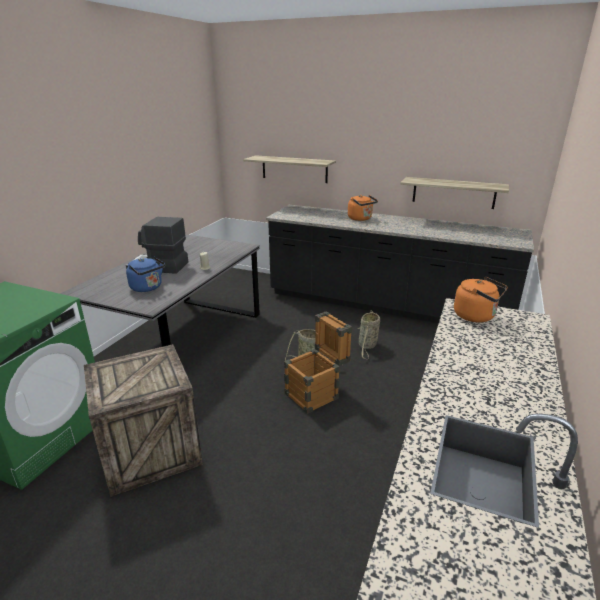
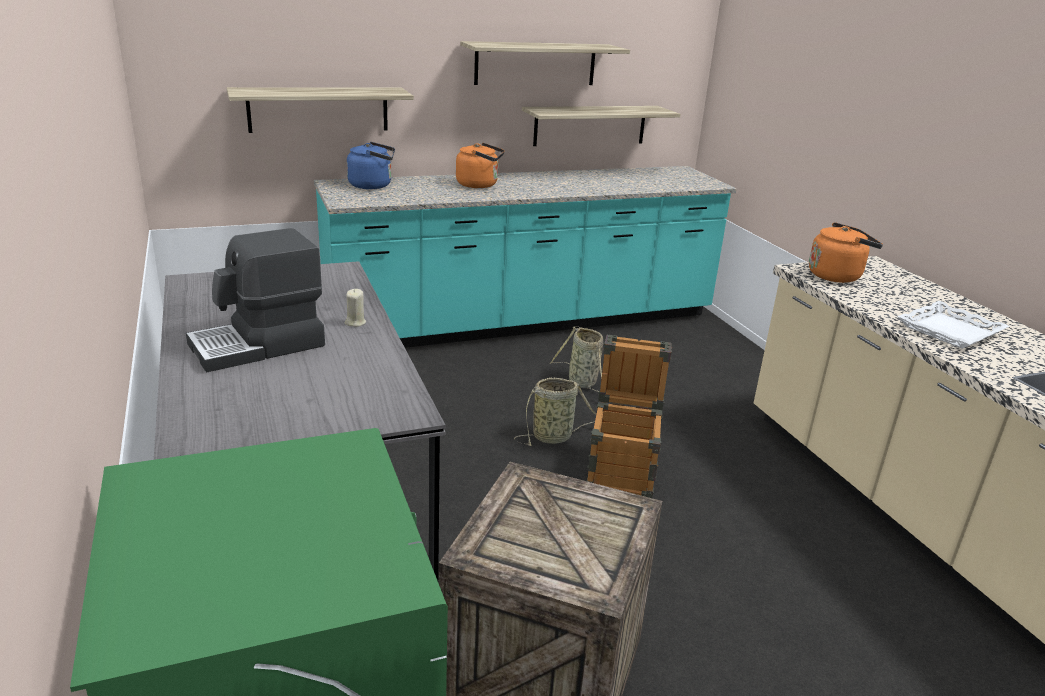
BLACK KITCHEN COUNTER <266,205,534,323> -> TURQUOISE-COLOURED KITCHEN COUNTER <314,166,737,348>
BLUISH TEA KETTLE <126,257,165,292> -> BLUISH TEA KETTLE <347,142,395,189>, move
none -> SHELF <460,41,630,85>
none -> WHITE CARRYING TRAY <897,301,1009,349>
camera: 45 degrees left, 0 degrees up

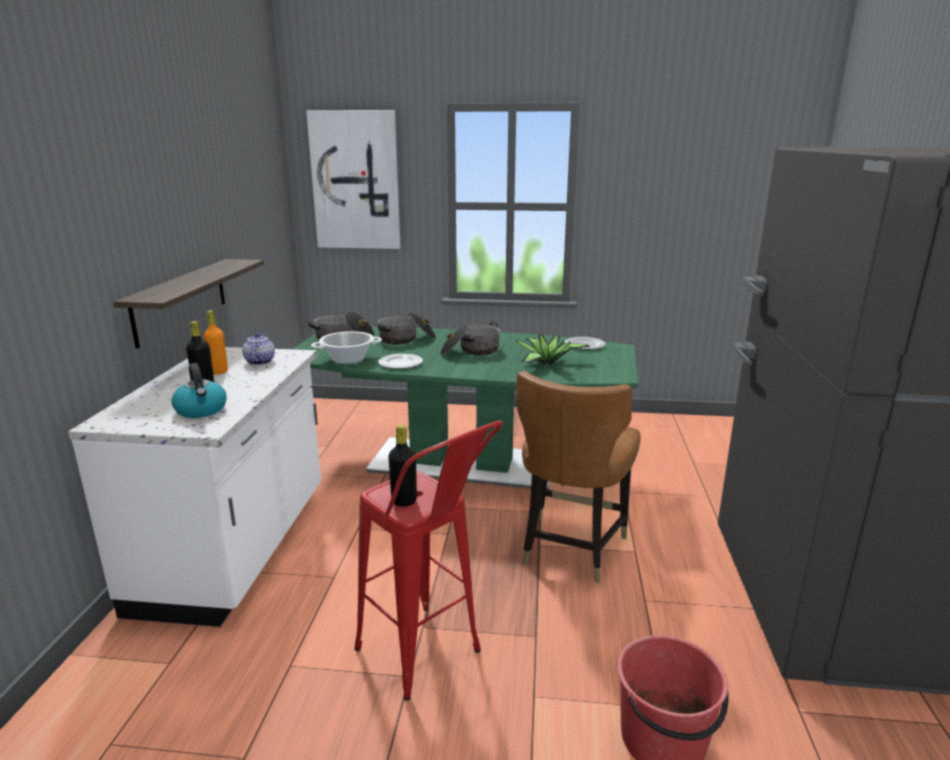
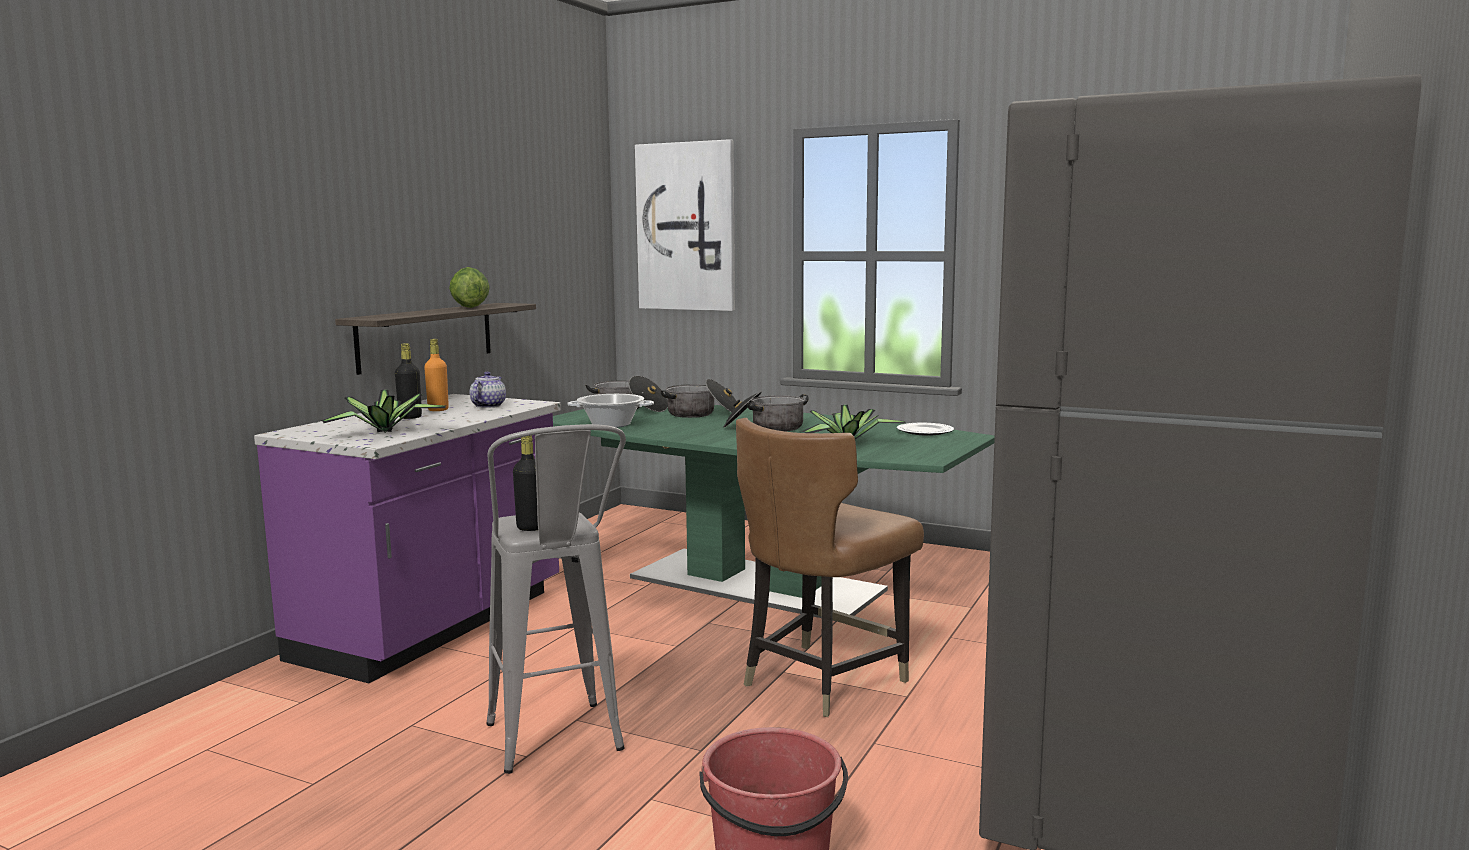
WHITE KITCHEN COUNTER <68,347,321,627> -> PURPLE-COLOURED KITCHEN COUNTER <254,394,561,683>
DINNER PLATE <378,354,423,369> -> none
TEA KETTLE <171,363,227,418> -> PLANT IN A POT <321,390,446,433>
RED-COLOURED STOOL SEAT <354,420,503,701> -> GREY STOOL SEAT <486,424,626,774>
none -> LETTUCE HEAD <449,267,490,308>
camera: 20 degrees right, 10 degrees down

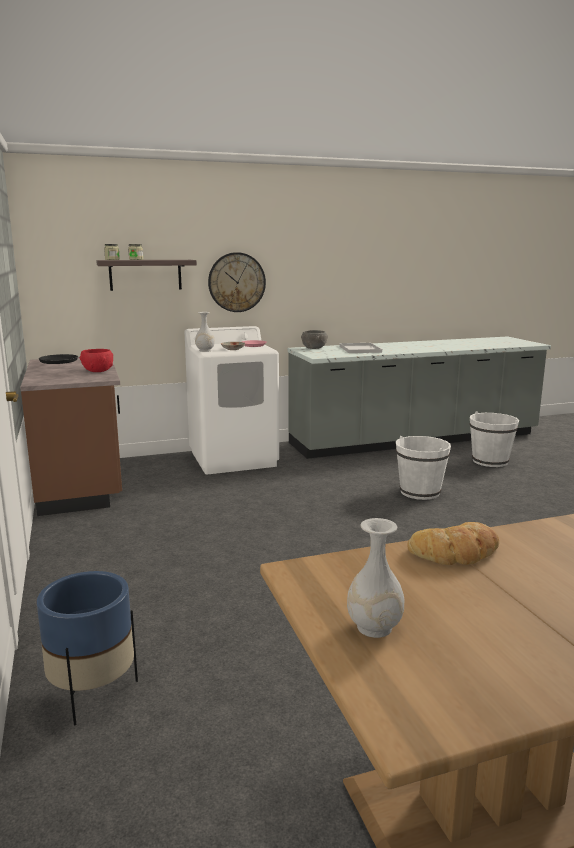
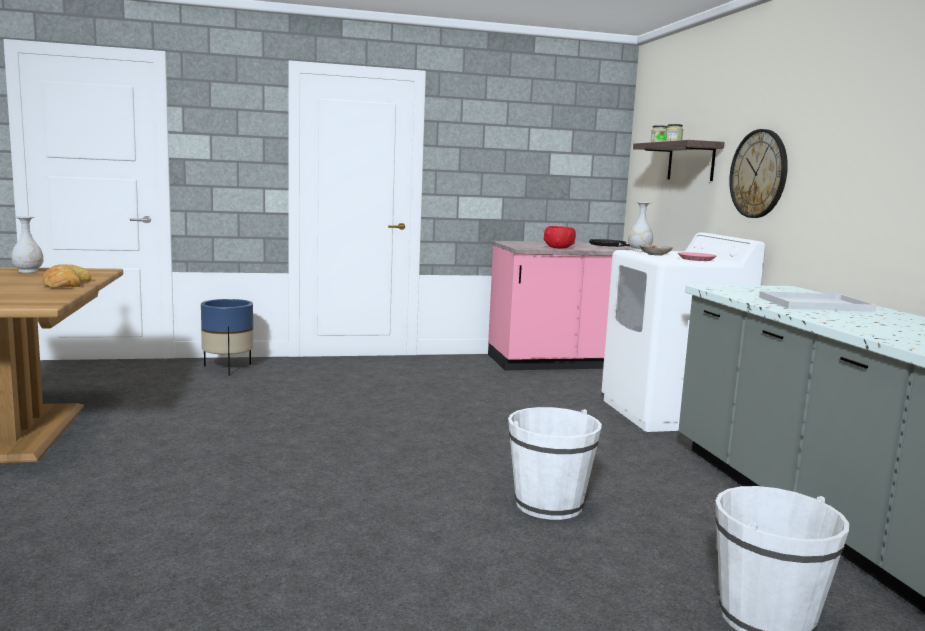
GREY DEEP DISH <301,330,328,349> -> none
BROWN-COLOURED KITCHEN COUNTER <20,357,122,516> -> PINKISH KITCHEN COUNTER <488,241,632,370>
camera: 95 degrees right, 5 degrees down

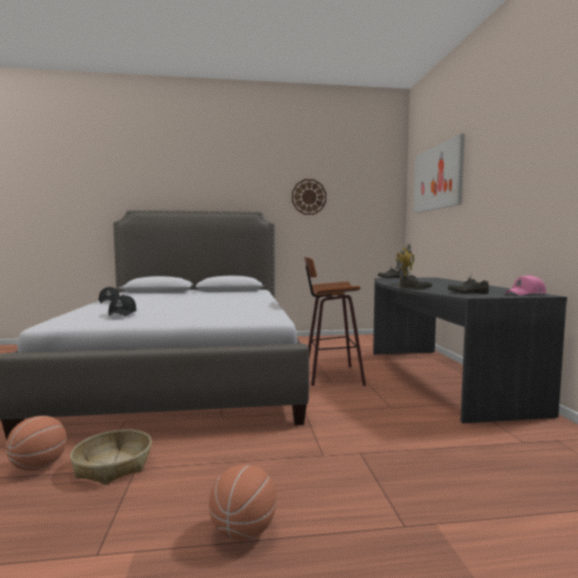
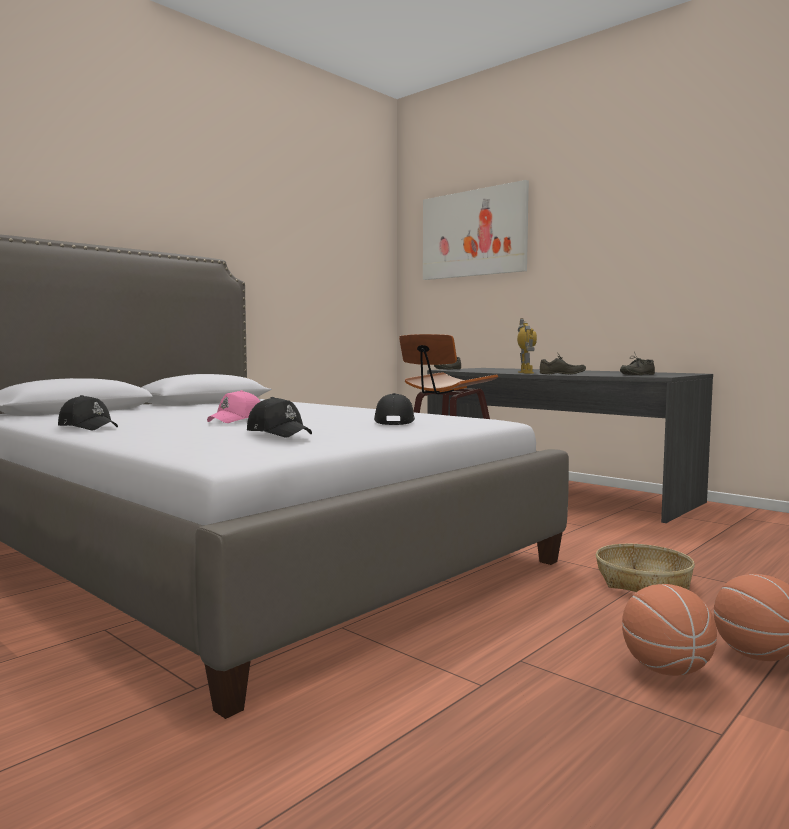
WALL CLOCK <292,179,326,215> -> none
PINKISH BASEBALL CAP <506,275,546,295> -> PINKISH BASEBALL CAP <207,390,260,423>, move
BALL FOR BASKETBALL <6,416,67,471> -> BALL FOR BASKETBALL <622,584,717,676>, move
BASKET <70,429,152,485> -> BASKET <596,544,695,592>, move
none -> BLACK BASEBALL CAP <374,393,415,425>
camera: 40 degrees left, 0 degrees up

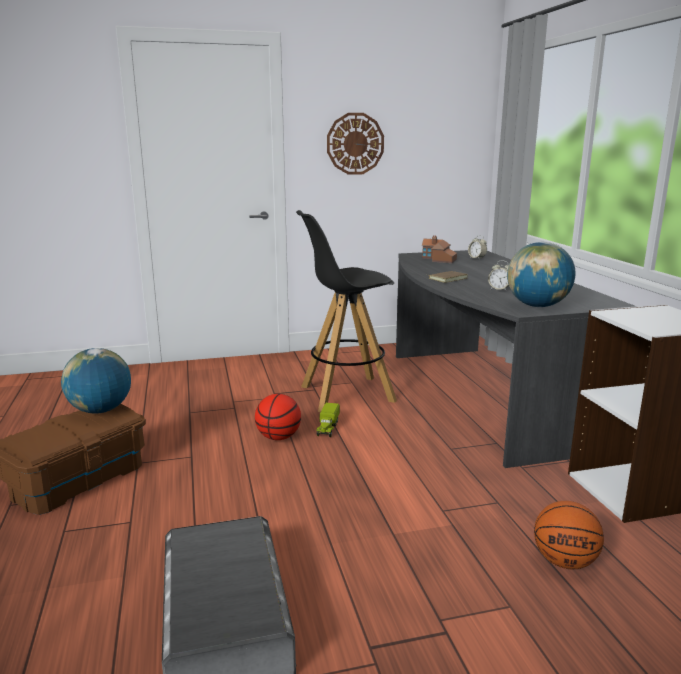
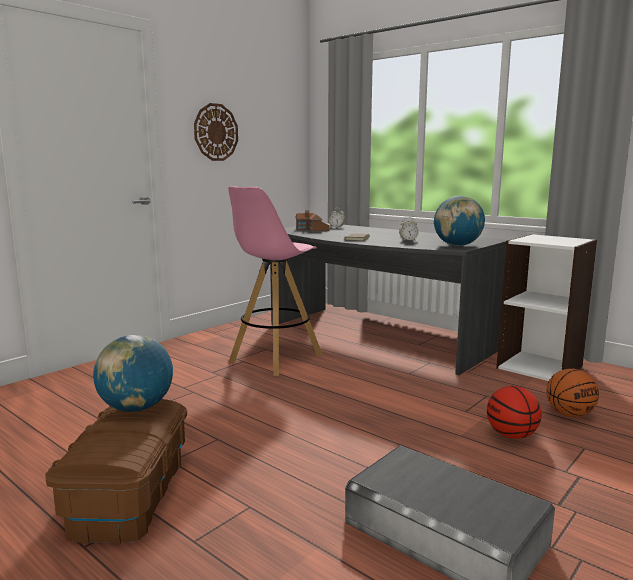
BLACK STOOL SEAT <296,210,397,412> -> PINKISH STOOL SEAT <228,186,323,376>
BALL FOR BASKETBALL <255,394,301,440> -> BALL FOR BASKETBALL <487,386,542,439>, move
TOY LORRY <316,403,340,437> -> none
camera: 35 degrees left, 5 degrees down

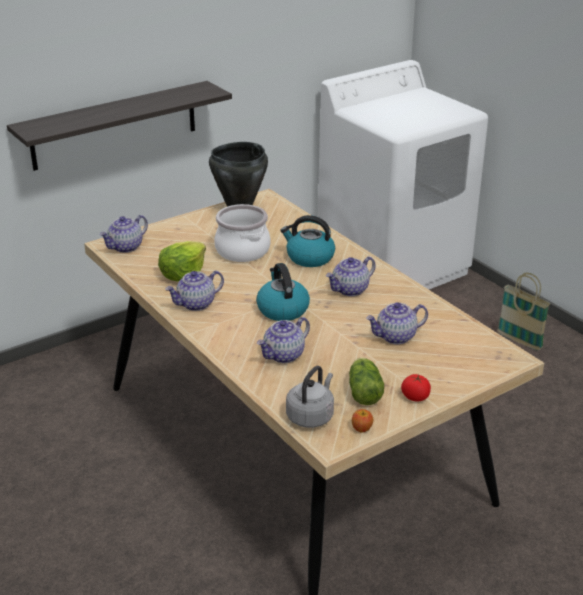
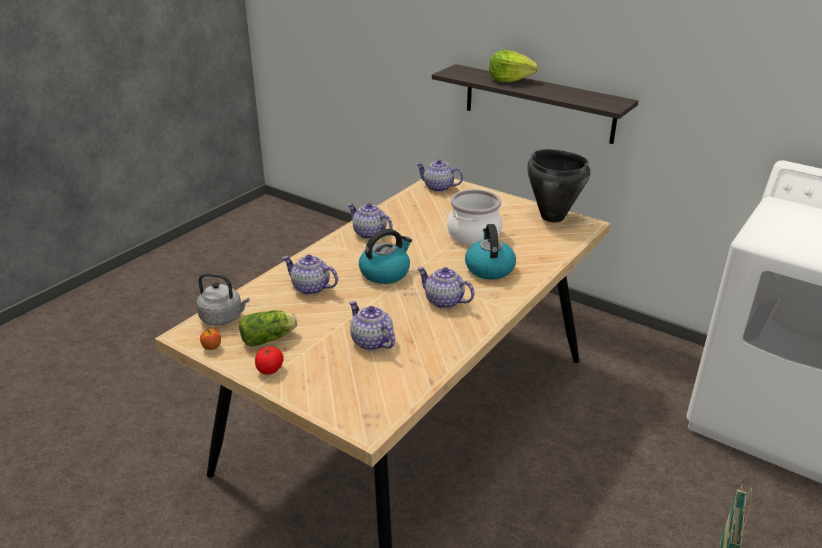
LETTUCE HEAD <158,241,206,282> -> LETTUCE HEAD <489,50,538,82>, move
camera: 70 degrees right, 0 degrees up

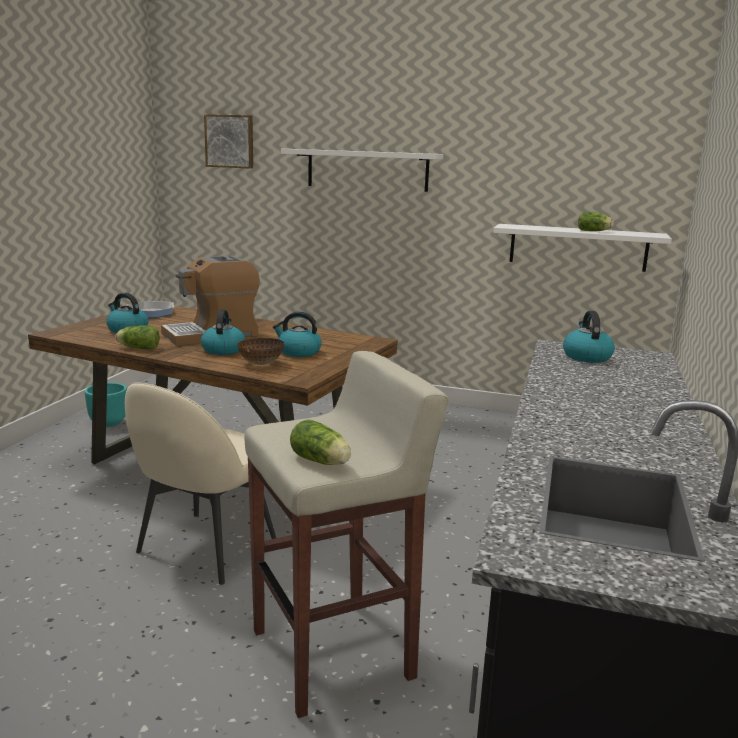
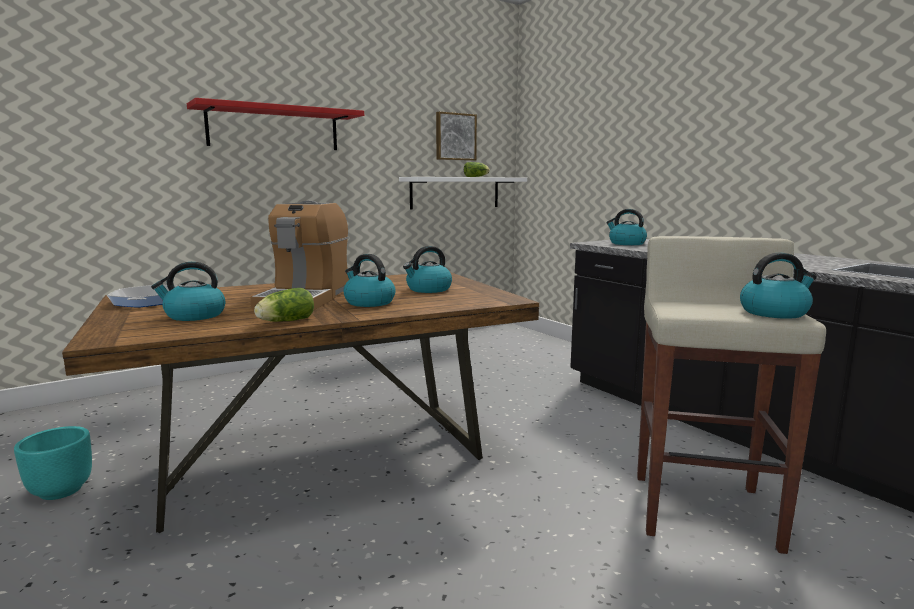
PICTURE <204,114,253,169> -> PICTURE <436,112,477,161>, move
WHITE SHELF <281,149,443,192> -> RED-COLOURED SHELF <187,98,364,150>
DEEP DISH <238,338,284,365> -> none
SAND-COLOURED CHAIR <125,382,276,585> -> none
LETTUCE HEAD <290,419,351,465> -> TEA KETTLE <740,253,817,319>
camera: 50 degrees left, 5 degrees down

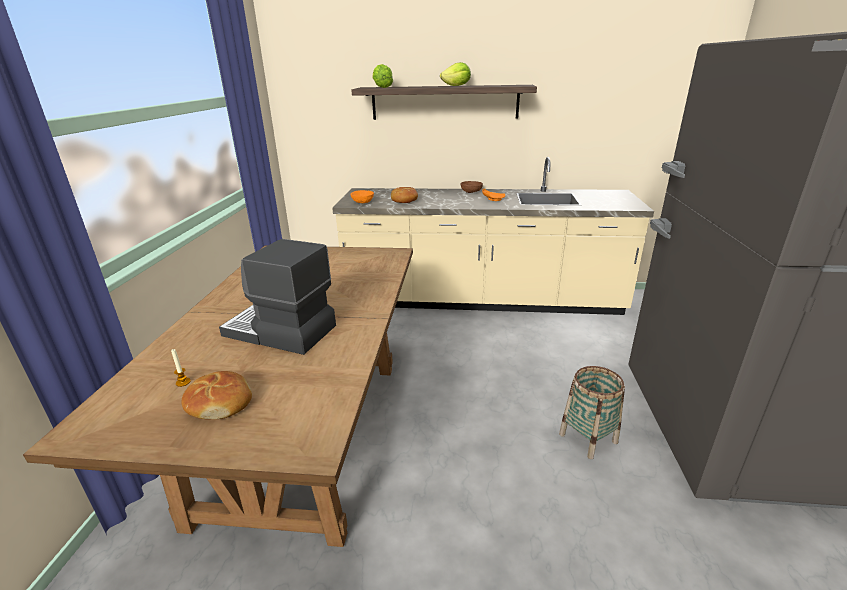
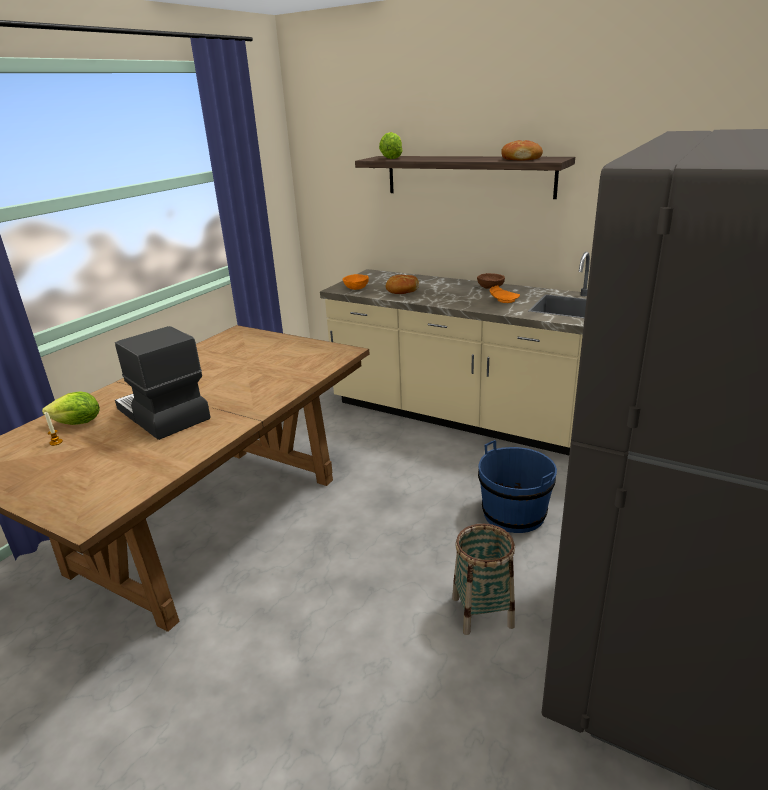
LETTUCE HEAD <440,62,471,86> -> LETTUCE HEAD <42,391,100,425>, move
BREAD <182,371,252,419> -> BREAD <501,140,543,160>, move
none -> BLUISH PAIL <478,440,557,533>
camera: 25 degrees right, 0 degrees up

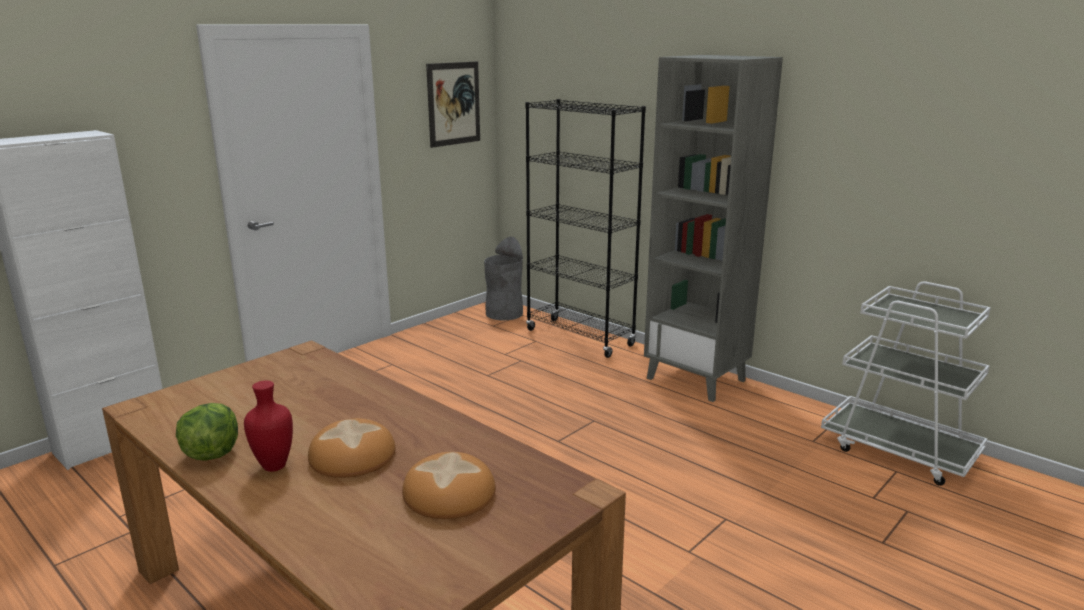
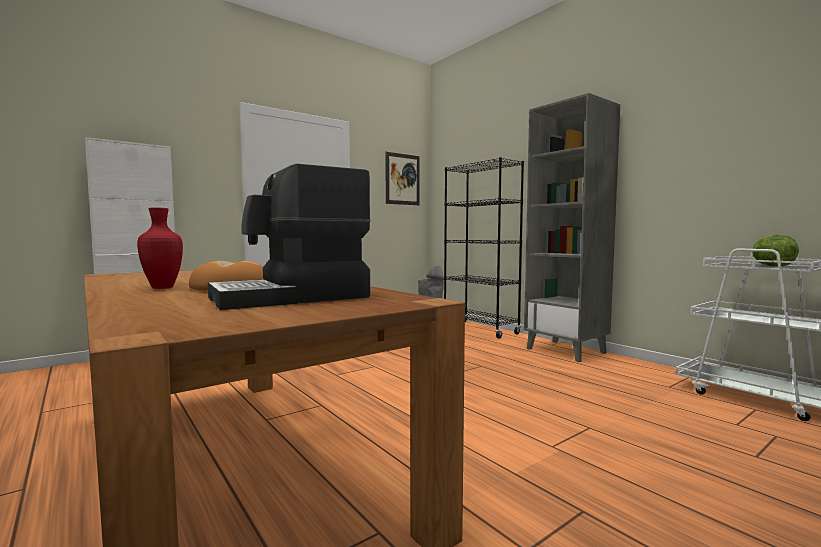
LETTUCE HEAD <176,403,238,461> -> LETTUCE HEAD <752,235,799,267>, move
BREAD <402,452,496,519> -> COFFEE BREWER <208,164,371,310>
camera: 10 degrees right, 15 degrees down

